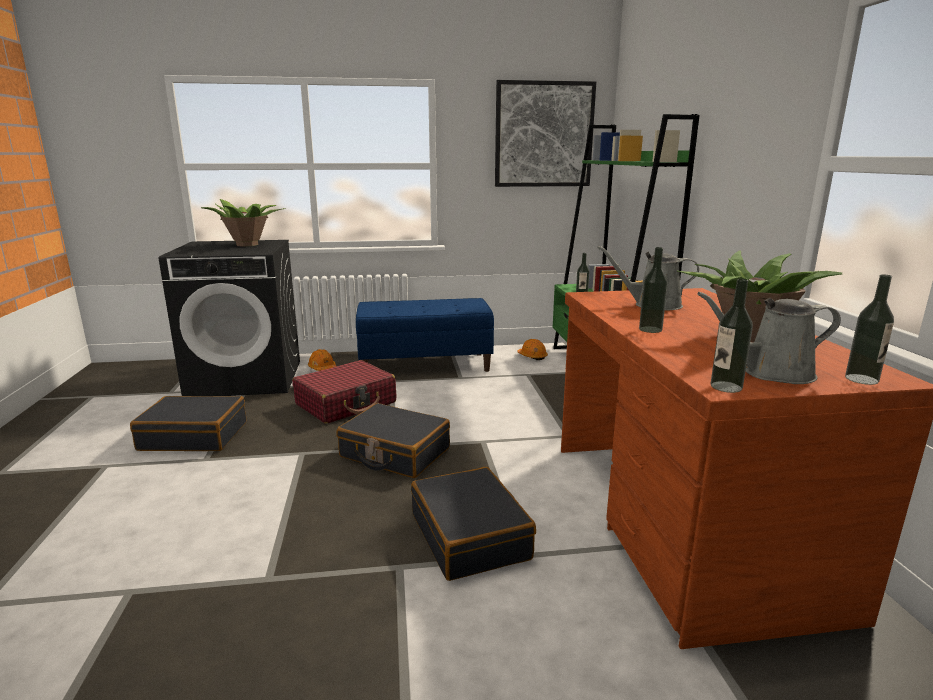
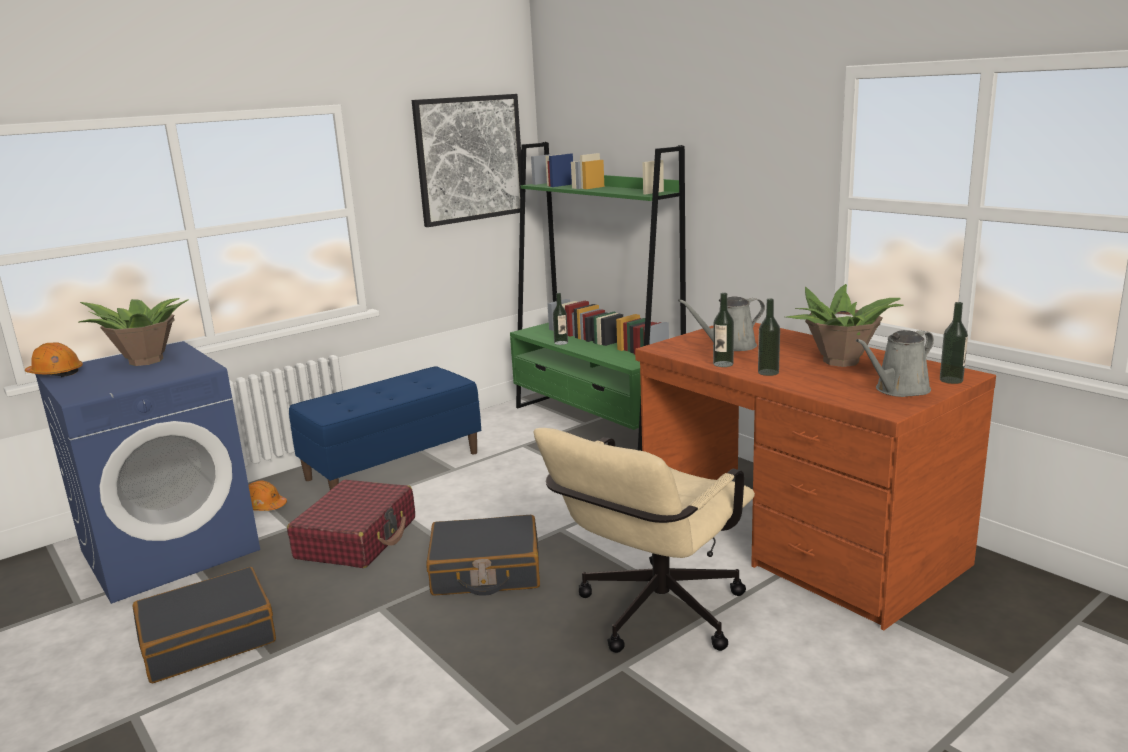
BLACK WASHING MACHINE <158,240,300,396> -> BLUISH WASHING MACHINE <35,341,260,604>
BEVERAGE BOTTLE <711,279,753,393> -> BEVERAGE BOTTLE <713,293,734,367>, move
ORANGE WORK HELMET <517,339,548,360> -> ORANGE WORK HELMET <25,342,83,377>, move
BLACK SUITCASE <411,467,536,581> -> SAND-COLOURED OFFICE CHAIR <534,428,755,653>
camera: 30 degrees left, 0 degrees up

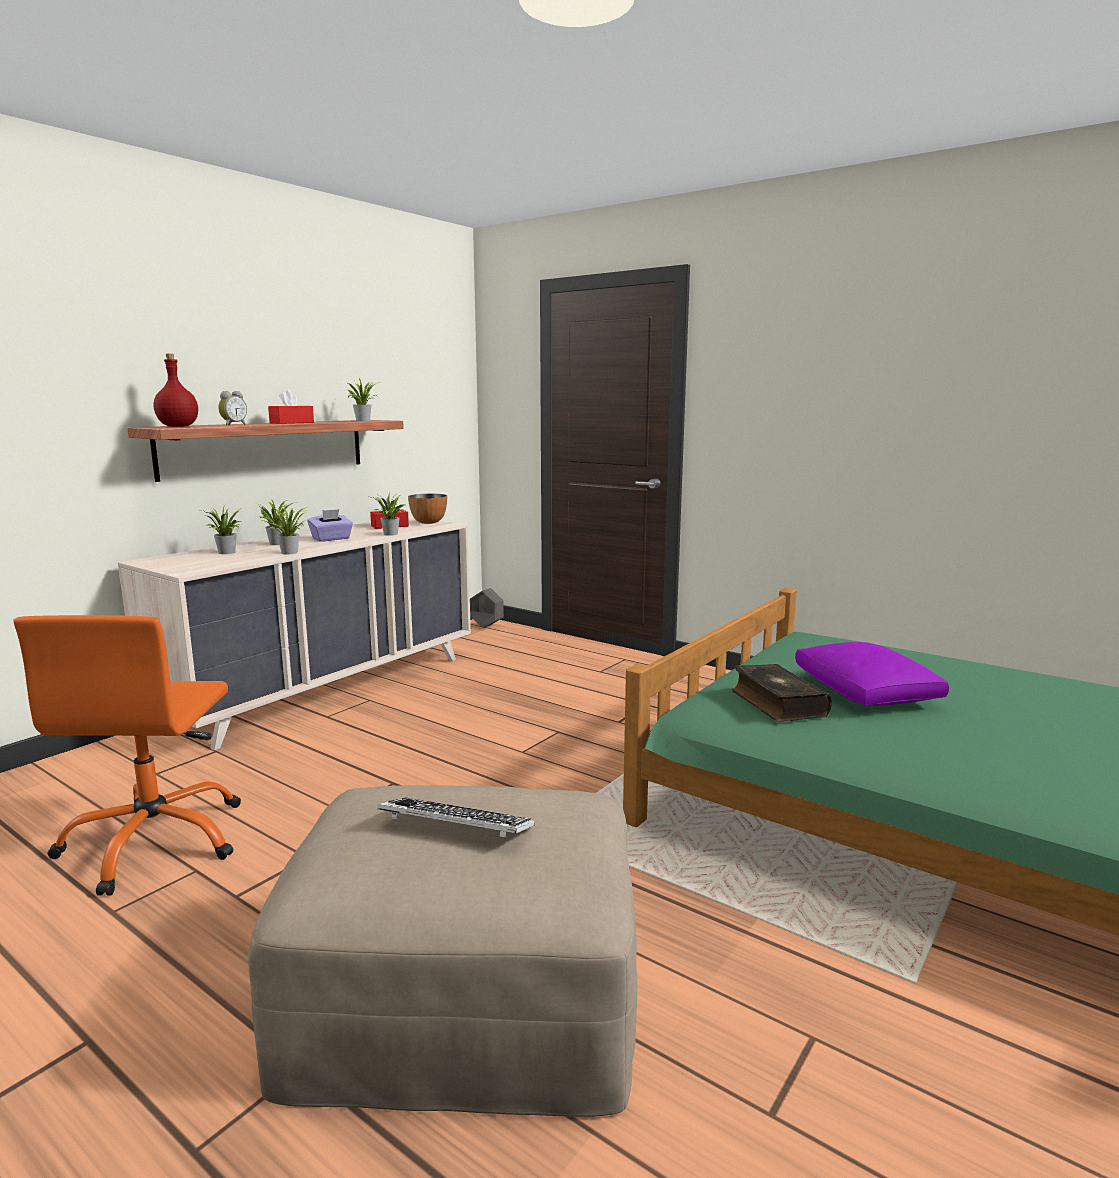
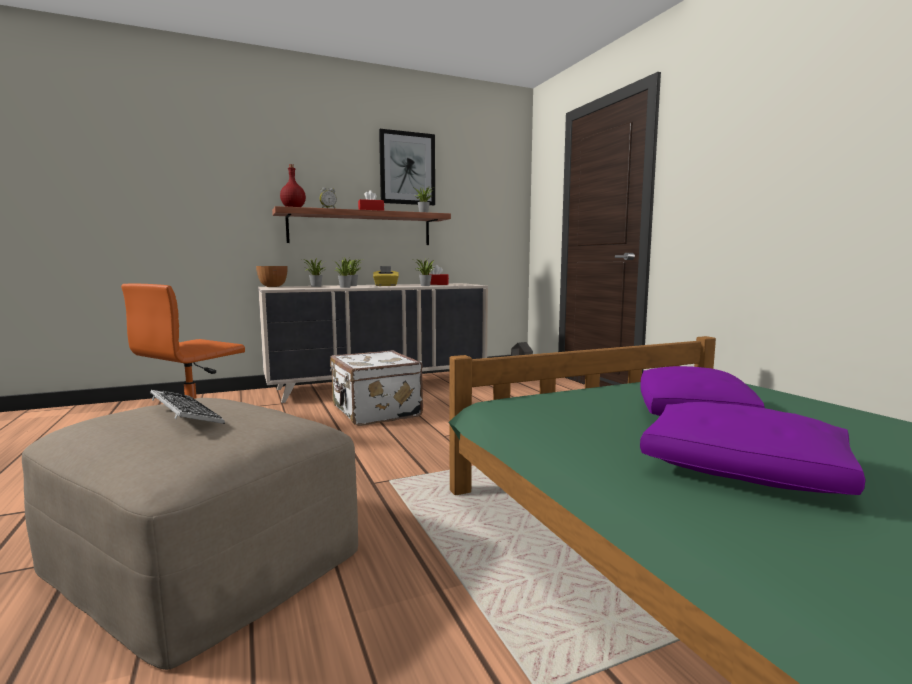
DEEP DISH <408,494,447,524> -> DEEP DISH <256,266,287,287>, move
PURPLE-COLOURED BOX OF TISSUES <307,509,353,542> -> YELLOW BOX OF TISSUES <373,266,399,286>
VOLUME <732,664,832,722> -> none
none -> PICTURE <379,129,435,205>
none -> WHITE SUITCASE <330,350,423,426>
none -> PURPLE-COLOURED CUSHION <640,402,866,495>
camera: 30 degrees right, 5 degrees down

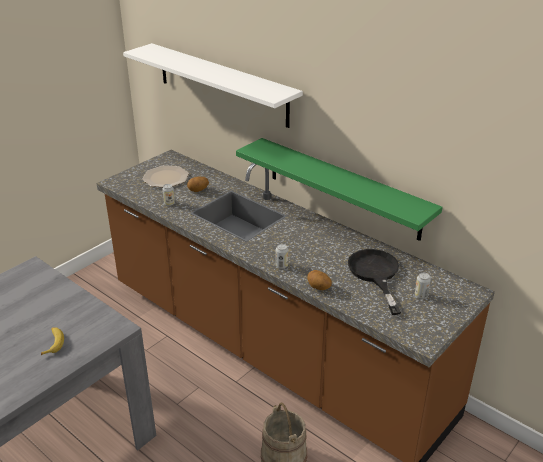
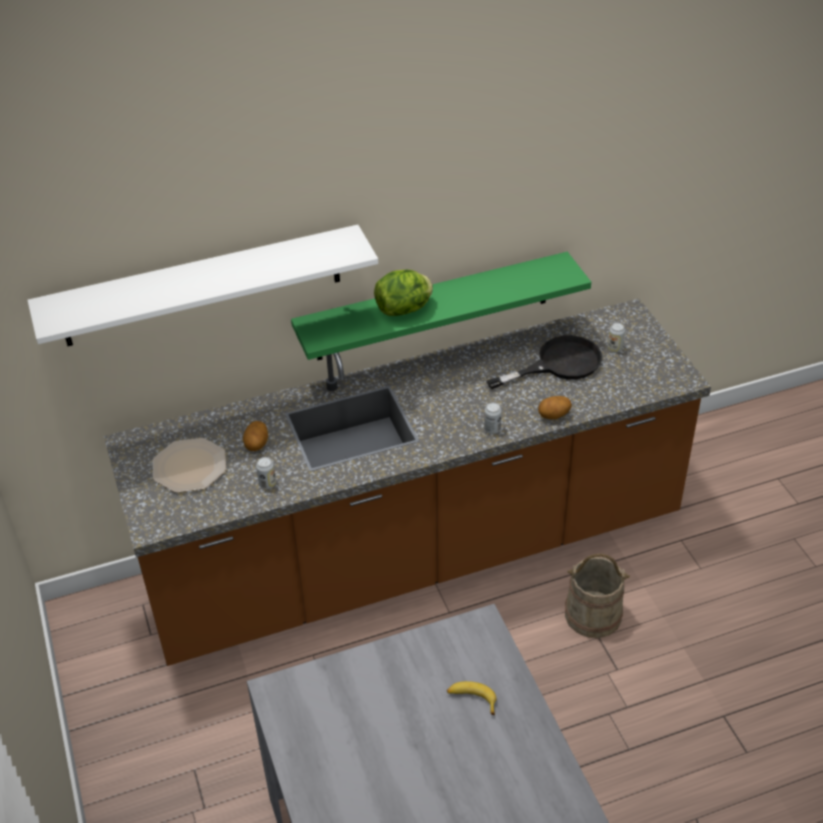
BLACK SKILLET <348,249,401,315> -> BLACK SKILLET <486,335,602,389>, 135 degrees clockwise
none -> LETTUCE HEAD <374,270,433,316>
camera: 60 degrees left, 10 degrees up

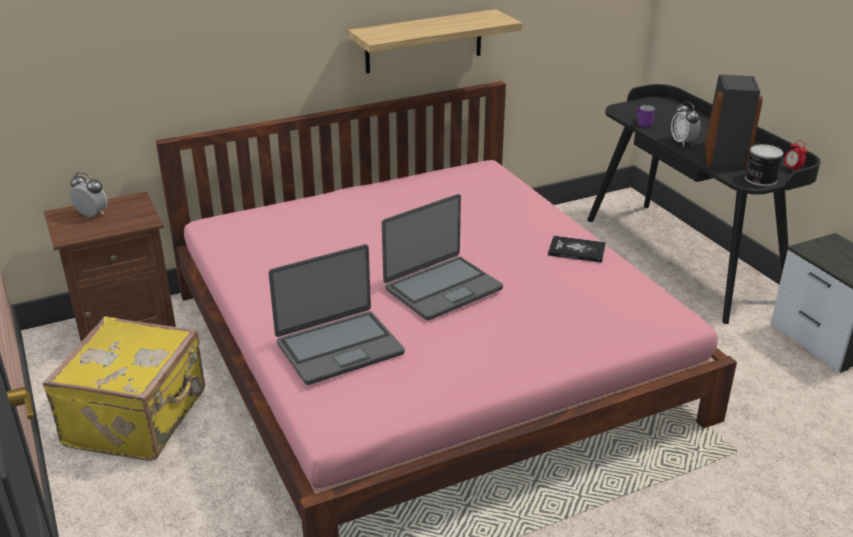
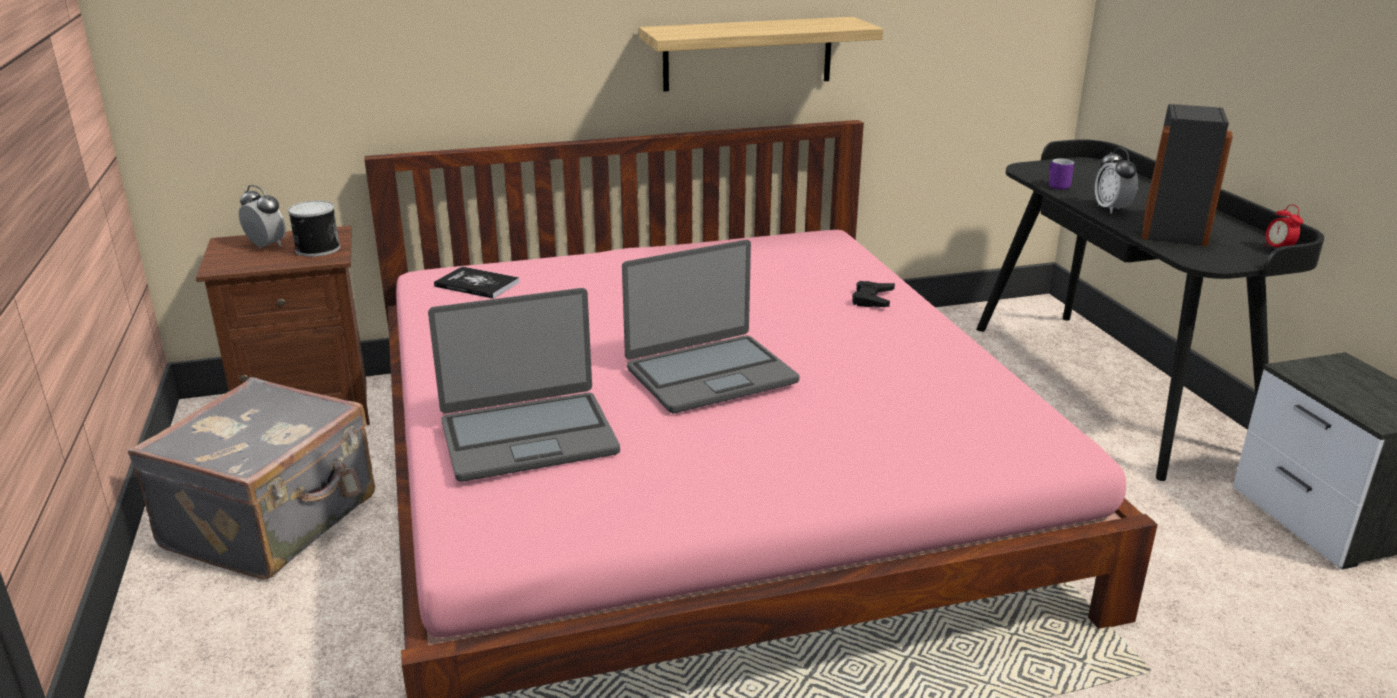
CAN <745,144,783,186> -> CAN <288,201,340,257>, move
VOLUME <548,236,606,263> -> VOLUME <434,266,520,299>, move
YELLOW SUITCASE <42,316,205,461> -> GREY SUITCASE <128,377,375,580>
none -> BLACK JOYPAD <852,281,895,307>
camera: 10 degrees right, 5 degrees down

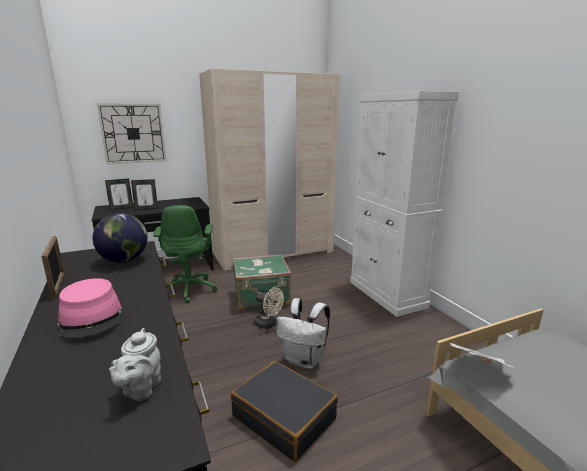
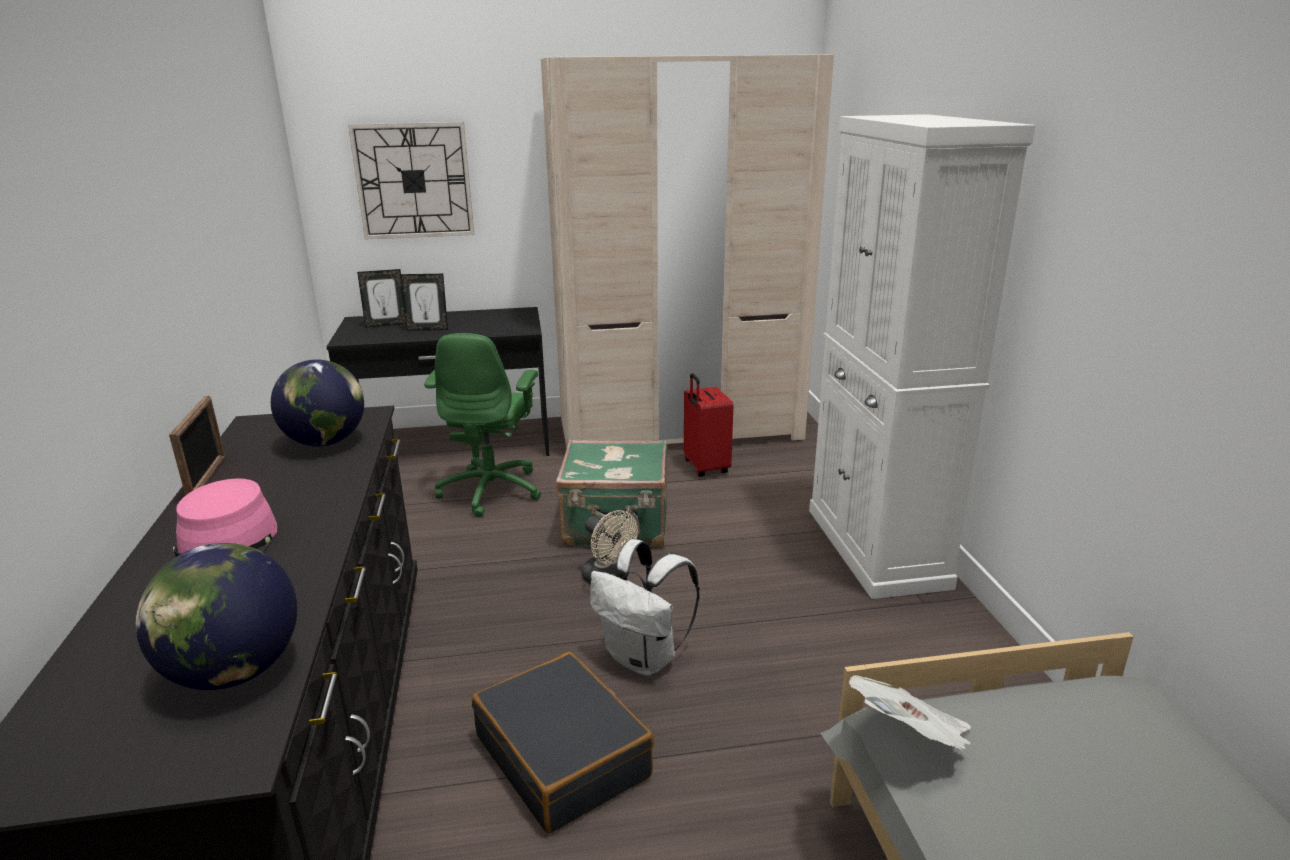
GREY TEAPOT <109,328,161,401> -> DESK GLOBE <135,543,297,690>
none -> RED-COLOURED SUITCASE <684,373,734,477>
camera: 15 degrees right, 5 degrees up

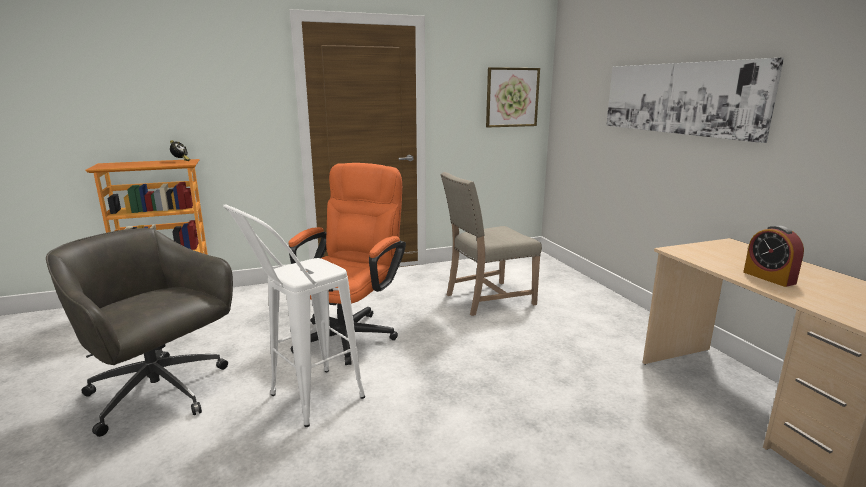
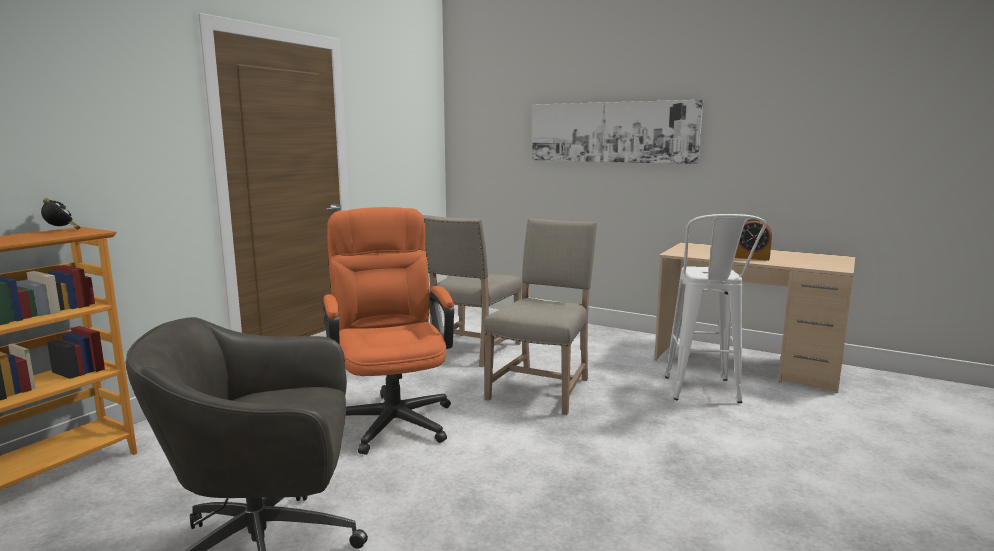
PICTURE <486,67,540,128> -> none
WHITE STOOL SEAT <223,204,365,427> -> WHITE STOOL SEAT <665,214,766,403>, move
none -> SAND-COLOURED CHAIR <484,218,597,415>
camera: 40 degrees left, 5 degrees down

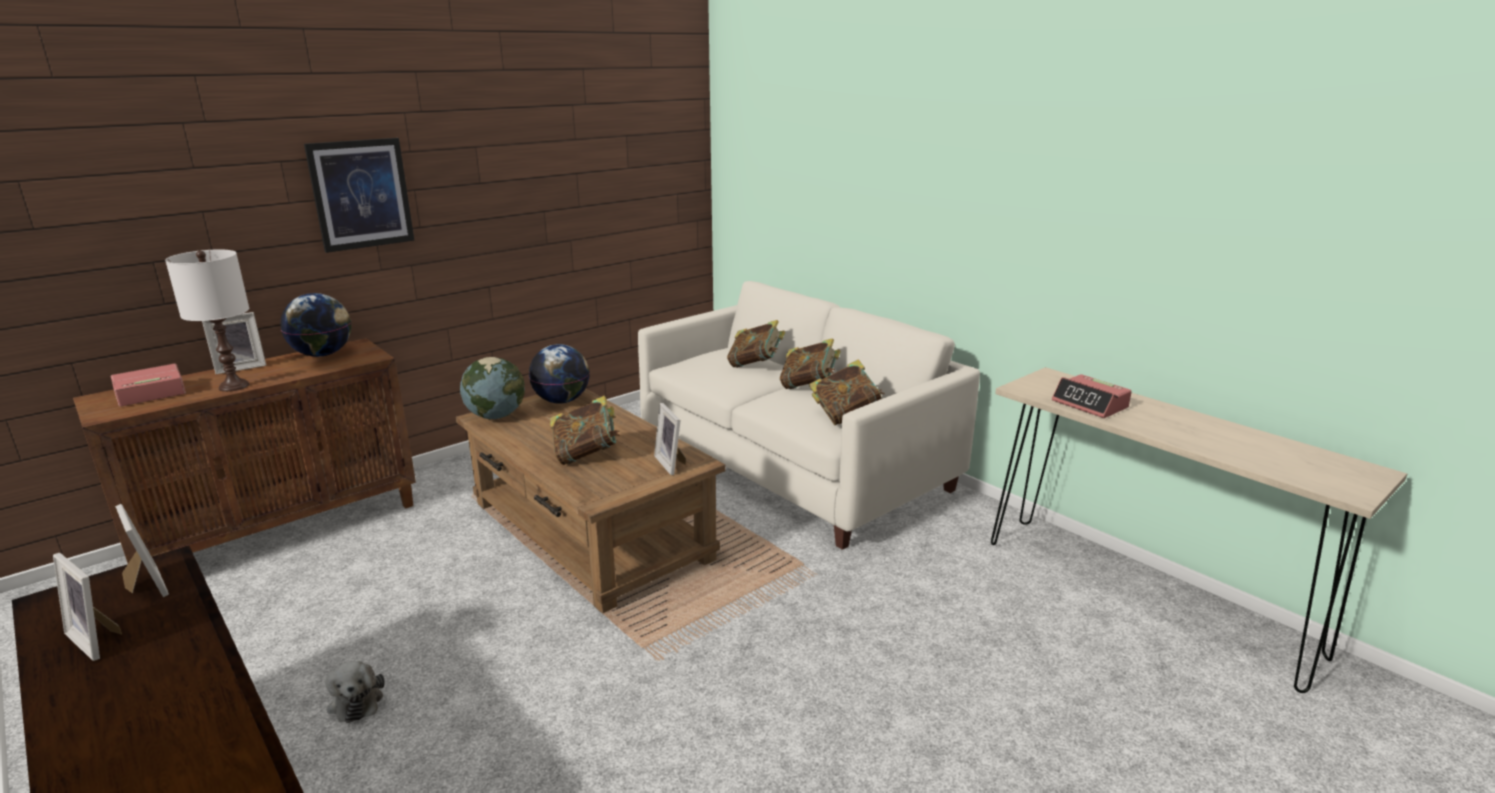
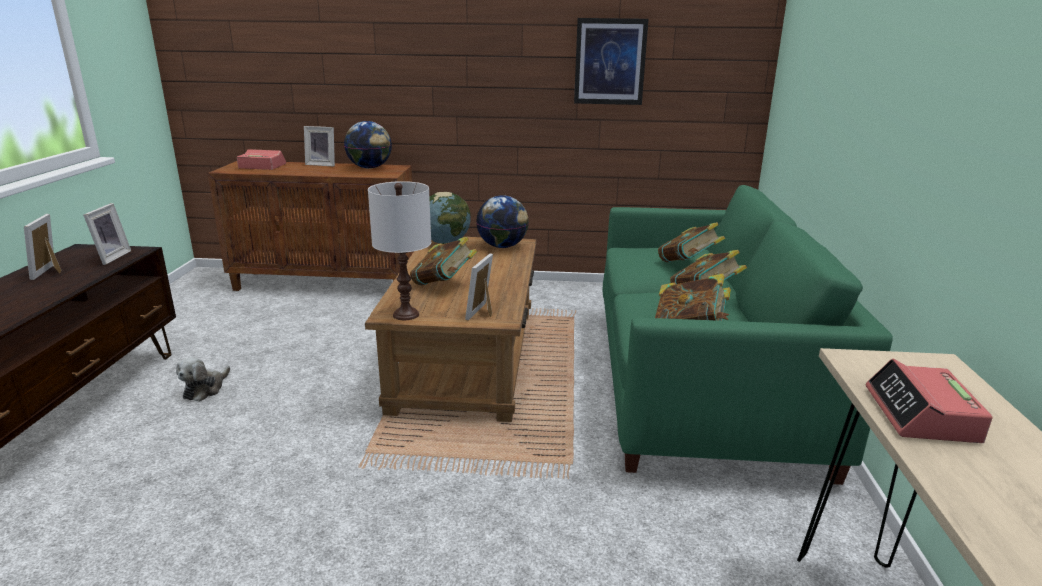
PICTURE <304,138,414,253> -> PICTURE <574,18,649,105>, move
WHITE TABLE LAMP <165,249,249,392> -> WHITE TABLE LAMP <368,181,431,320>, move
WHITE SETTEE <638,281,980,550> -> GREEN SETTEE <602,185,893,485>
camera: 45 degrees right, 0 degrees up

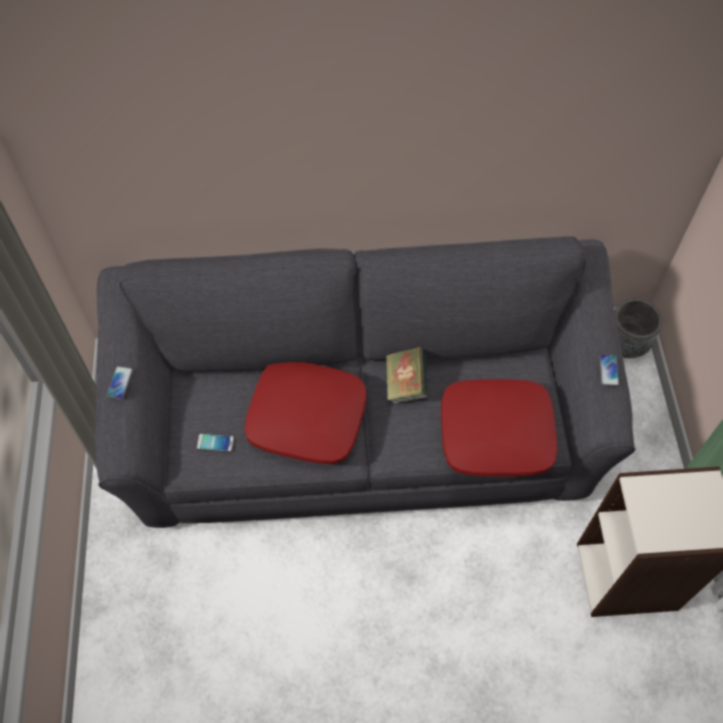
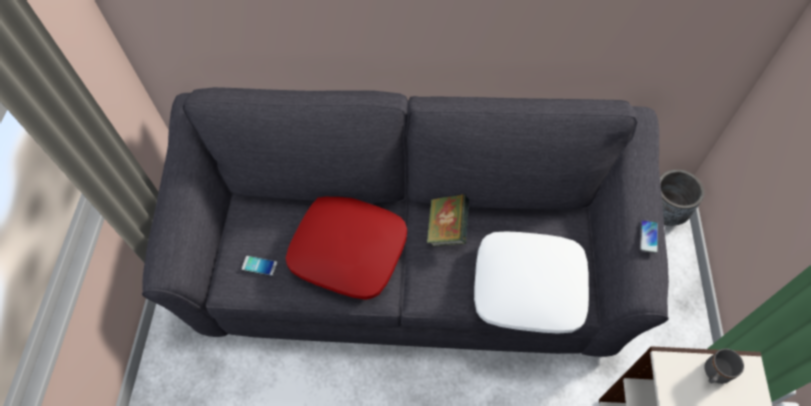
HANDSET <106,366,133,399> -> none
RED-COLOURED CUSHION <441,379,557,477> -> WHITE CUSHION <474,231,589,334>
none -> GREY TEA MUG <704,348,744,384>
camera: 10 degrees right, 0 degrees up

